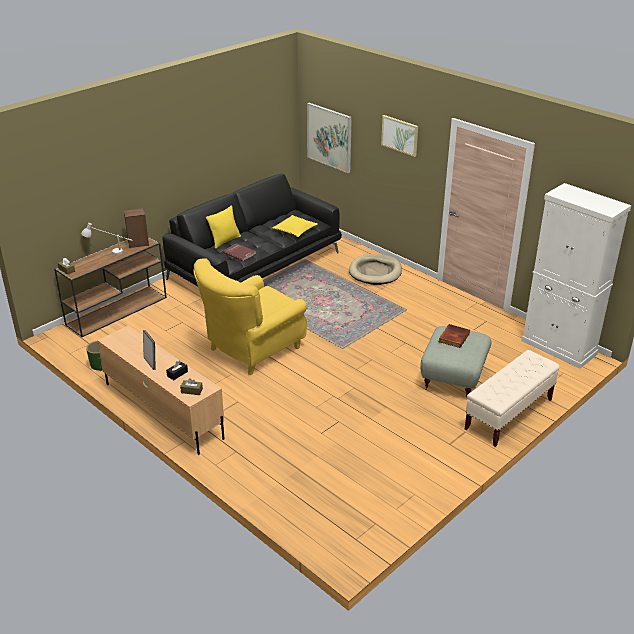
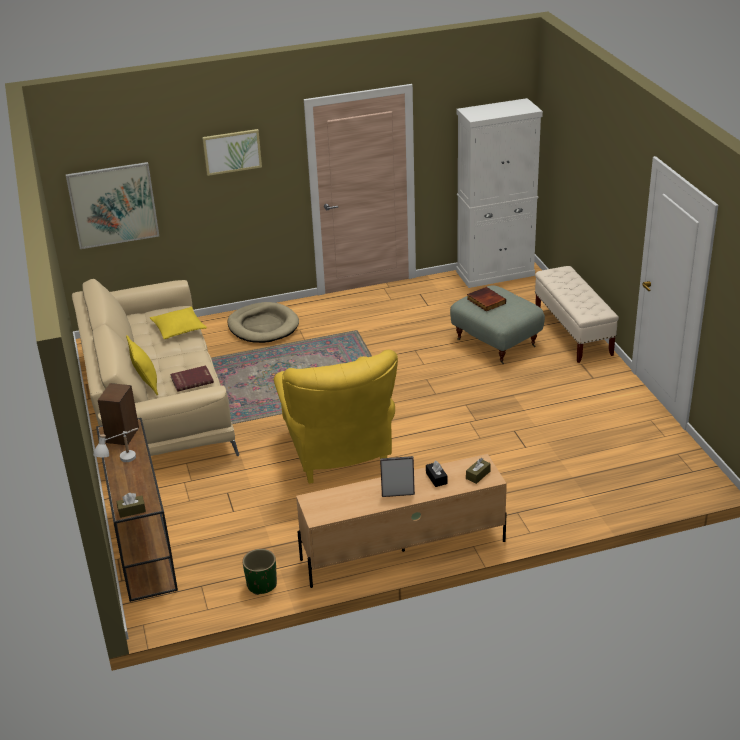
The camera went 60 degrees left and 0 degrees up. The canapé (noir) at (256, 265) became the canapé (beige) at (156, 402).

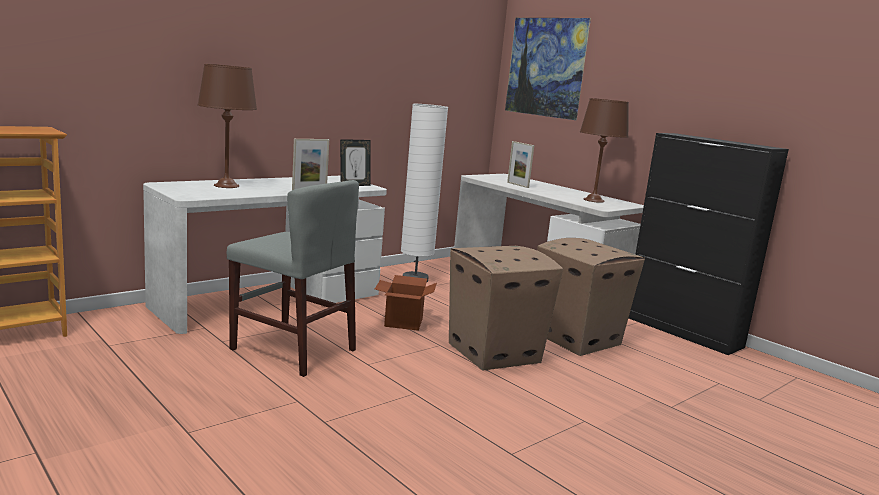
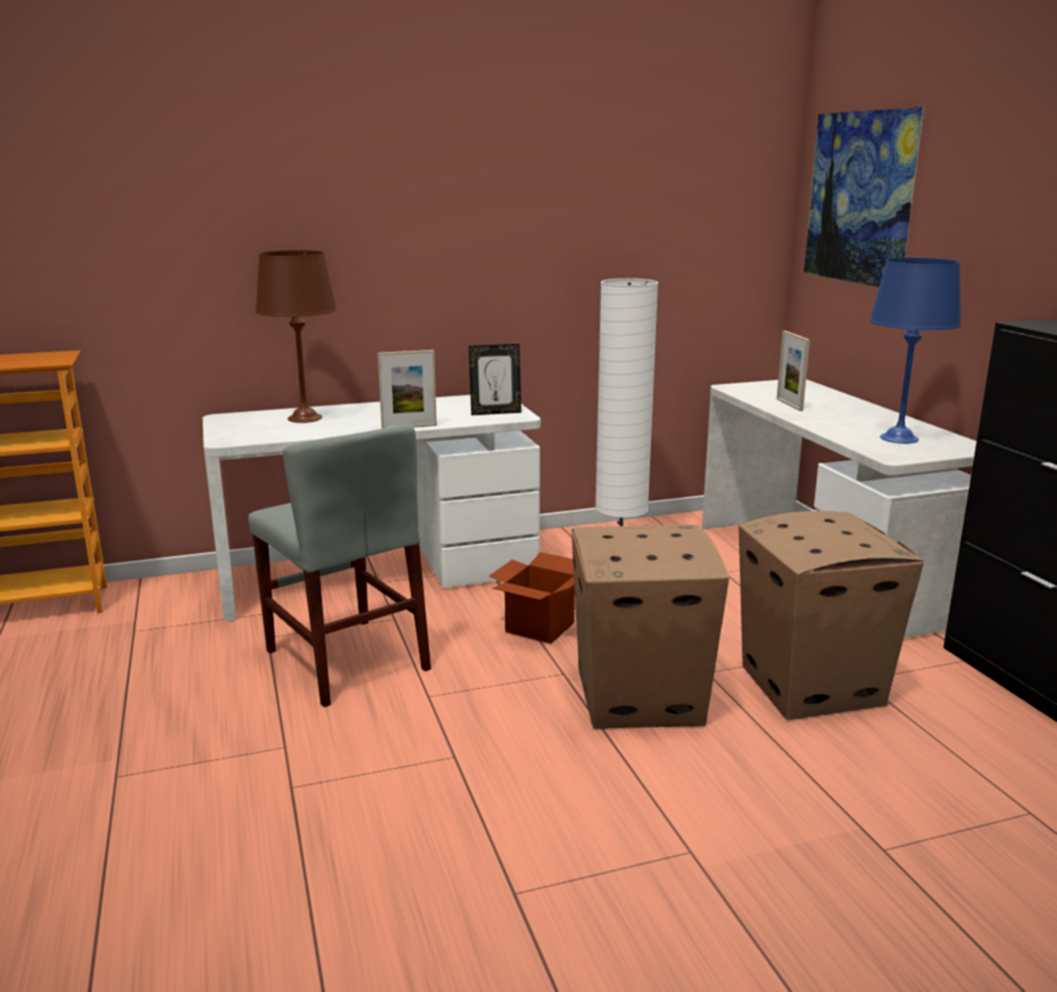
The camera went 25 degrees right and 5 degrees up. The lampe de table (marron) at (593, 200) became the lampe de table (bleu) at (899, 438).

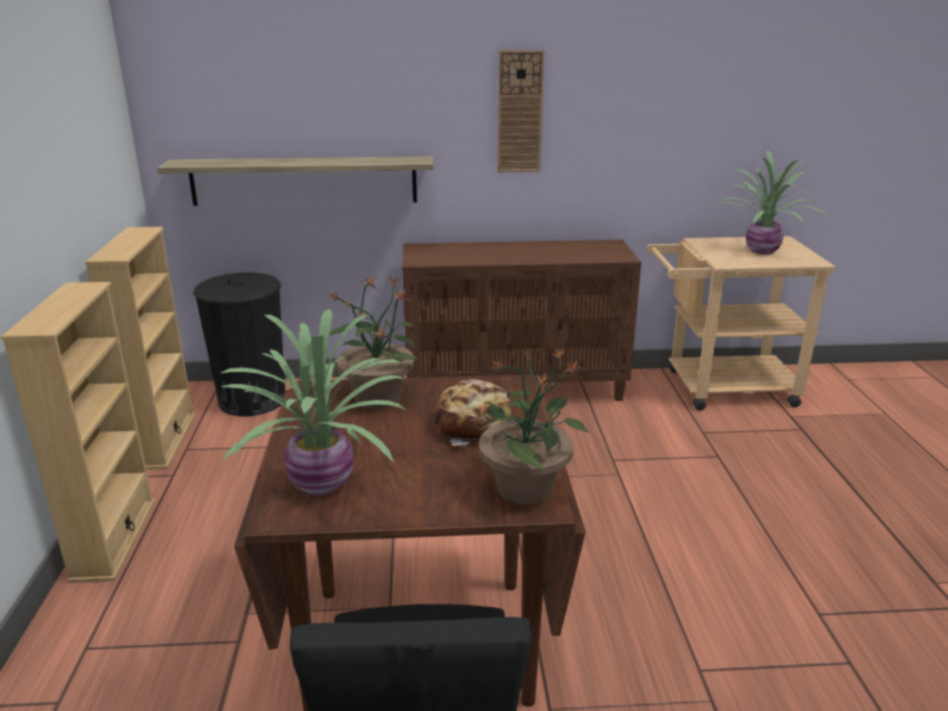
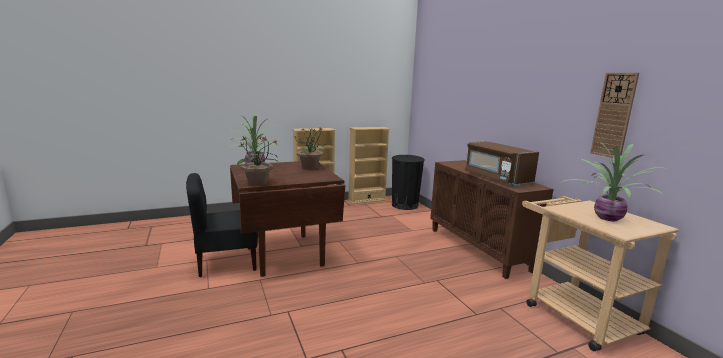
The camera went 70 degrees right and 10 degrees down. The étagère at (304, 181) disappeared. The pain at (474, 426) disappeared. The horloge murale moved from (520, 112) to (614, 115). The micro-ondes (marron) at (496, 178) appeared.

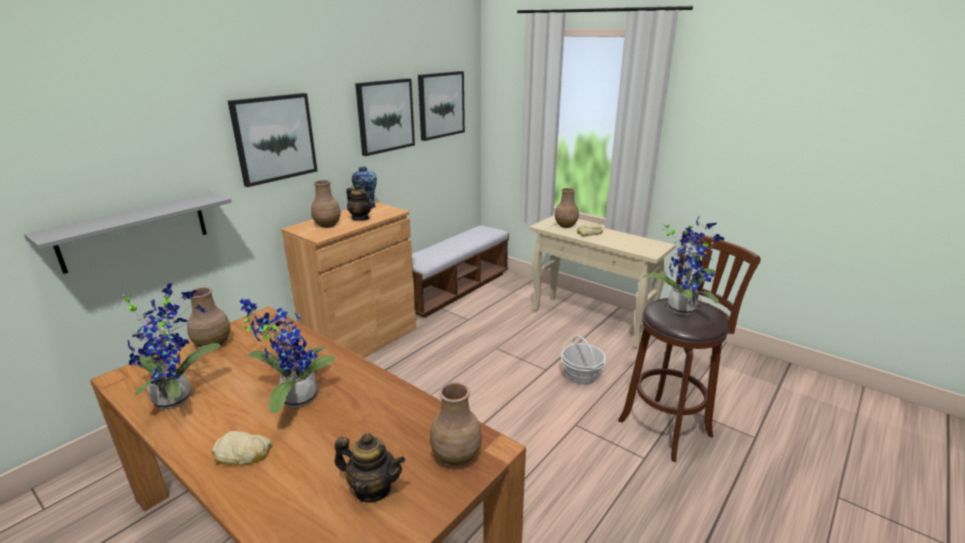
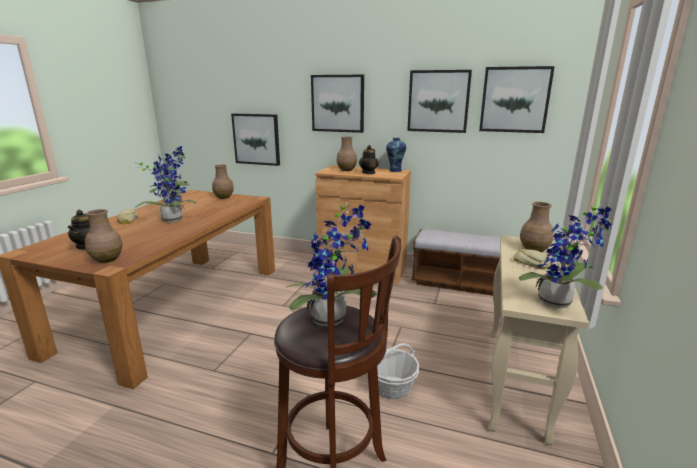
The camera went 70 degrees right and 5 degrees down. The étagère (gris) at (134, 231) was replaced by the tableau at (256, 139). The plante en pot at (558, 303) appeared.

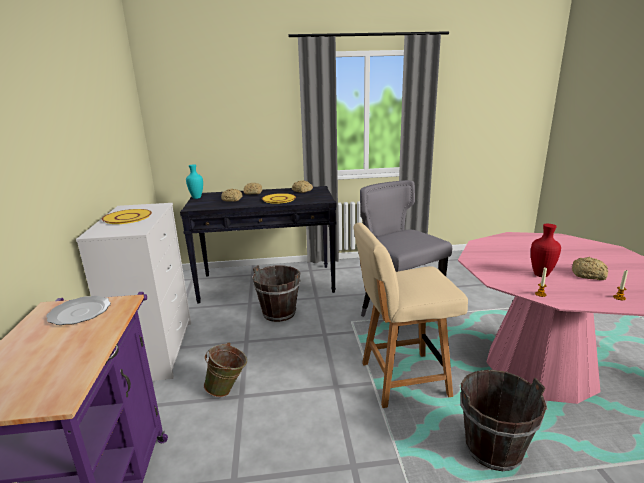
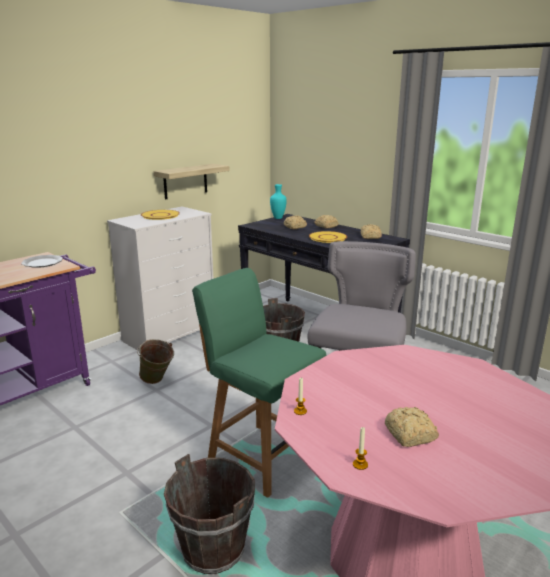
The camera went 50 degrees right and 0 degrees up. The chaise (beige) at (402, 379) became the chaise (vert) at (261, 457). The vase (rouge) at (540, 274) disappeared. The étagère at (185, 181) appeared.

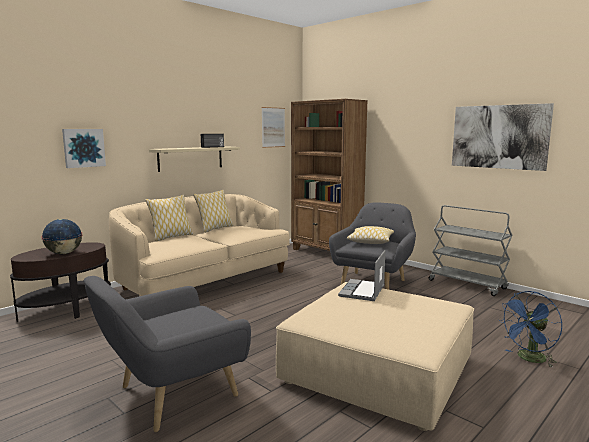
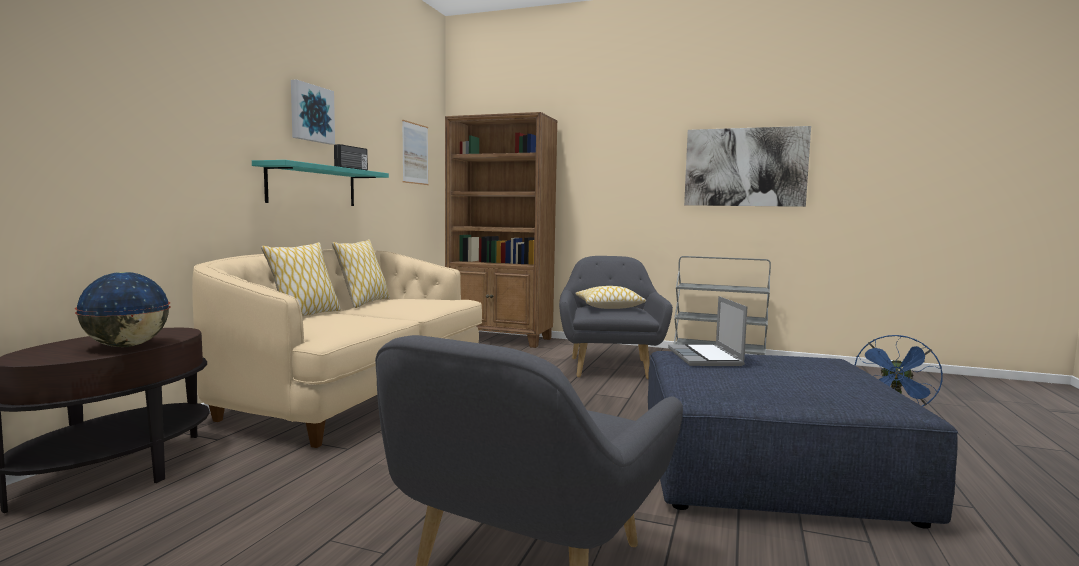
The camera went 25 degrees left and 5 degrees down. The tableau moved from (83, 148) to (311, 113). The étagère (beige) at (190, 158) became the étagère (turquoise) at (312, 186). The pouf (beige) at (377, 370) became the pouf (bleu) at (767, 467).

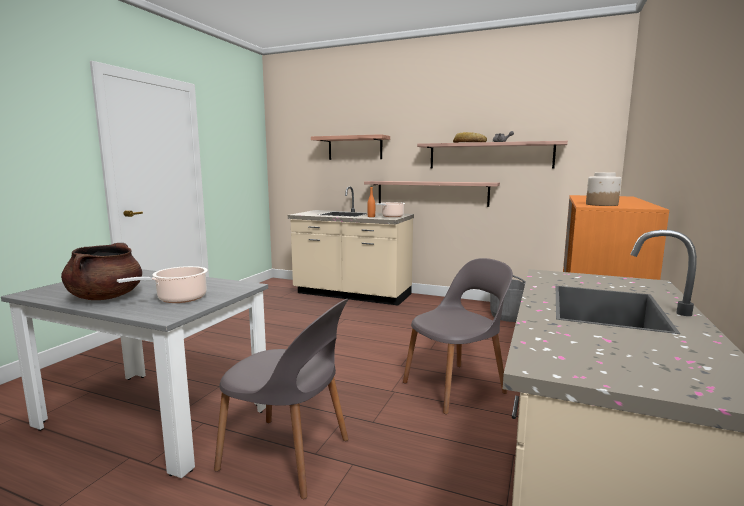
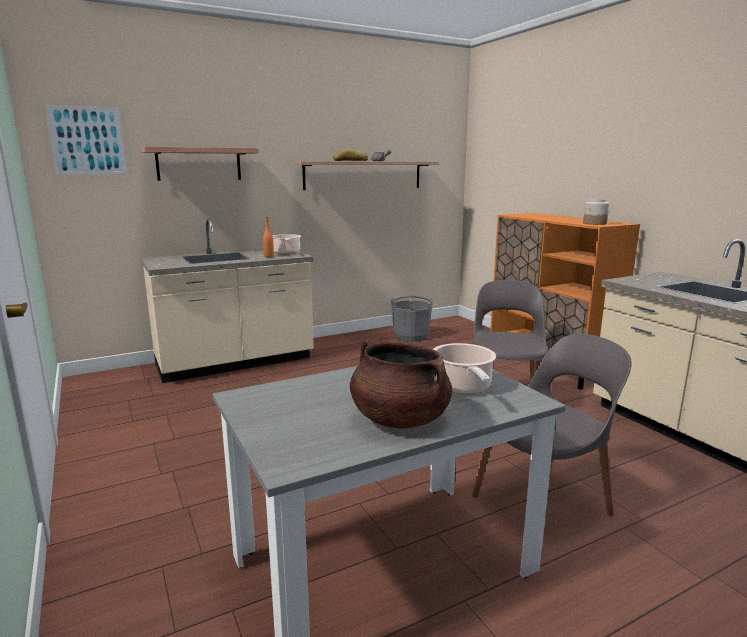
The camera went 50 degrees left and 5 degrees up. The étagère at (431, 193) disappeared. The tableau at (87, 140) appeared.

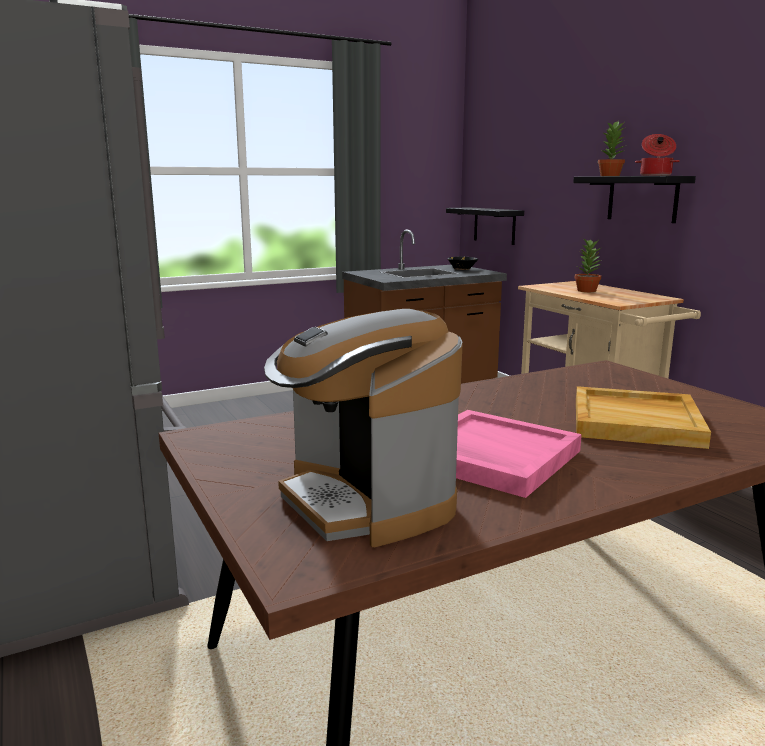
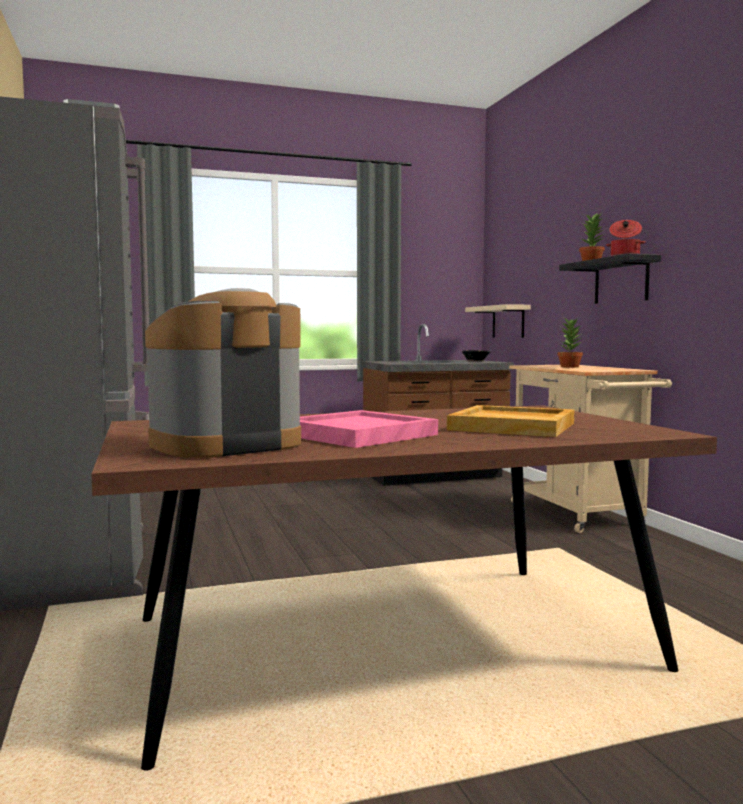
The camera went 10 degrees right and 10 degrees down. The machine à café at (365, 502) turned 75 degrees clockwise. The étagère (noir) at (494, 225) became the étagère (beige) at (508, 322).

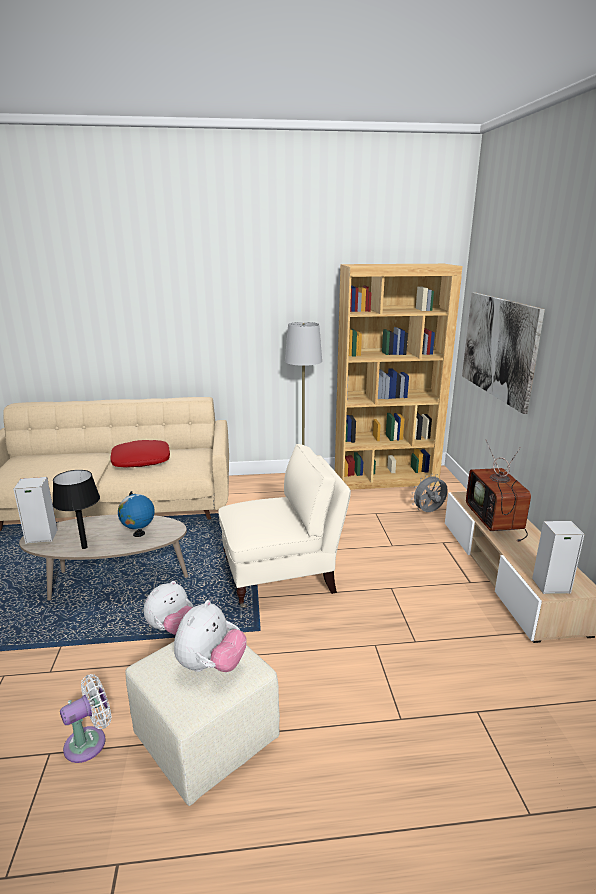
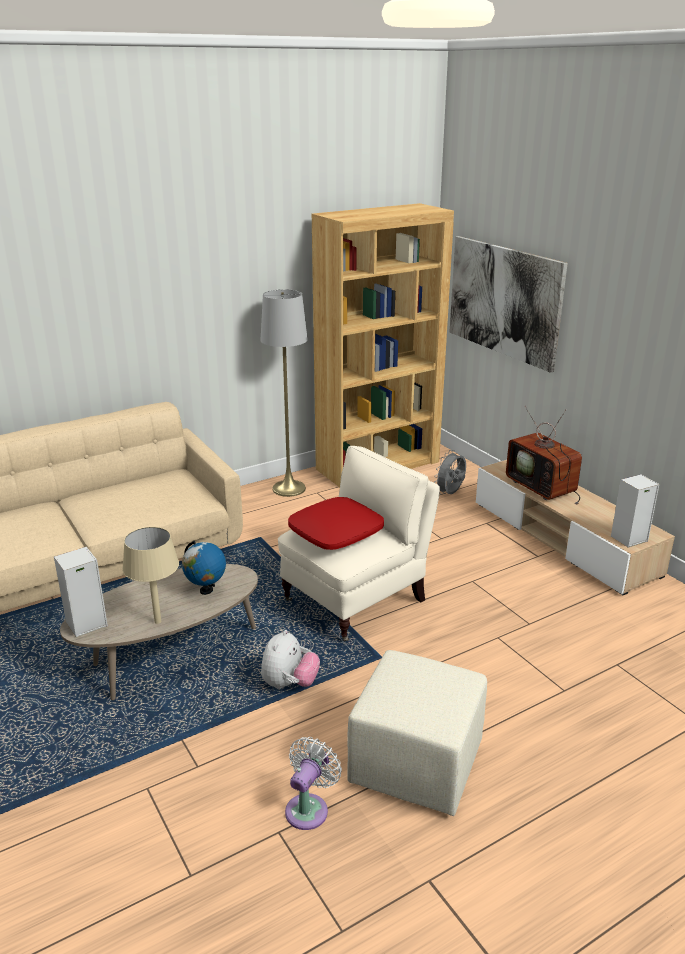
The camera went 25 degrees left and 5 degrees up. The lampe de table (noir) at (84, 547) became the lampe de table (beige) at (157, 621). The coussin (rouge) moved from (141, 461) to (335, 532). The peluche at (211, 666) disappeared.

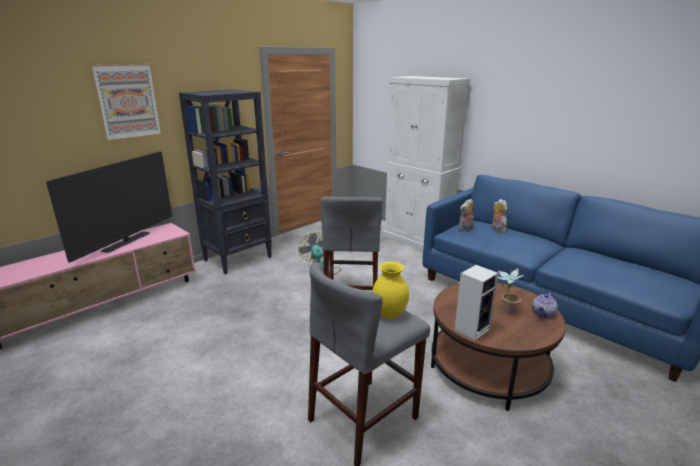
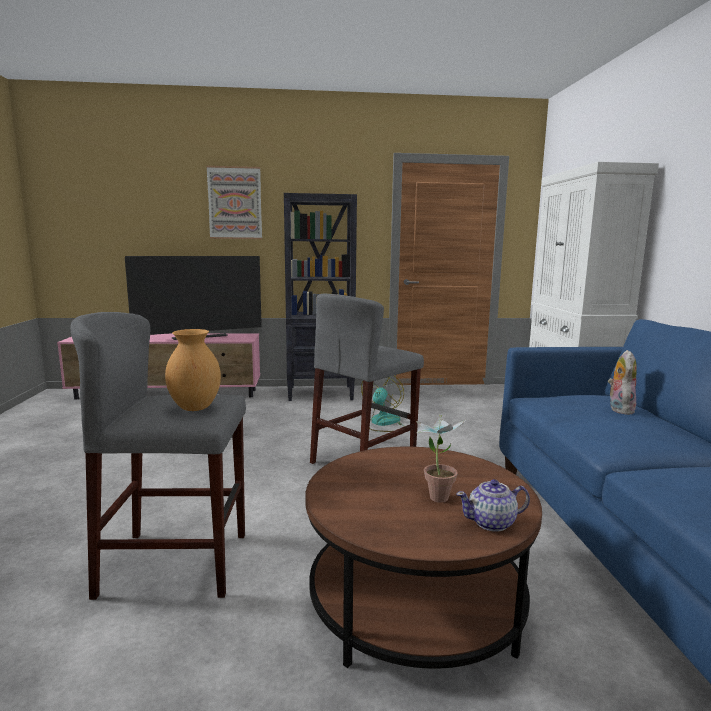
The camera went 40 degrees right and 10 degrees down. The vase (jaune) at (388, 314) became the vase (marron) at (195, 408). The enceinte at (472, 329) disappeared. The peluche at (465, 229) disappeared.

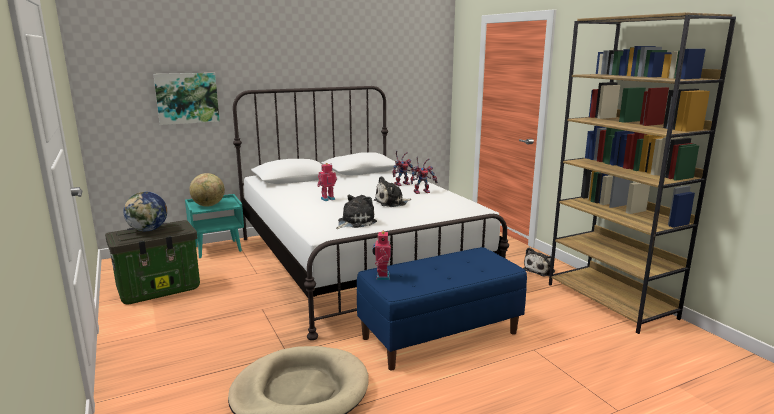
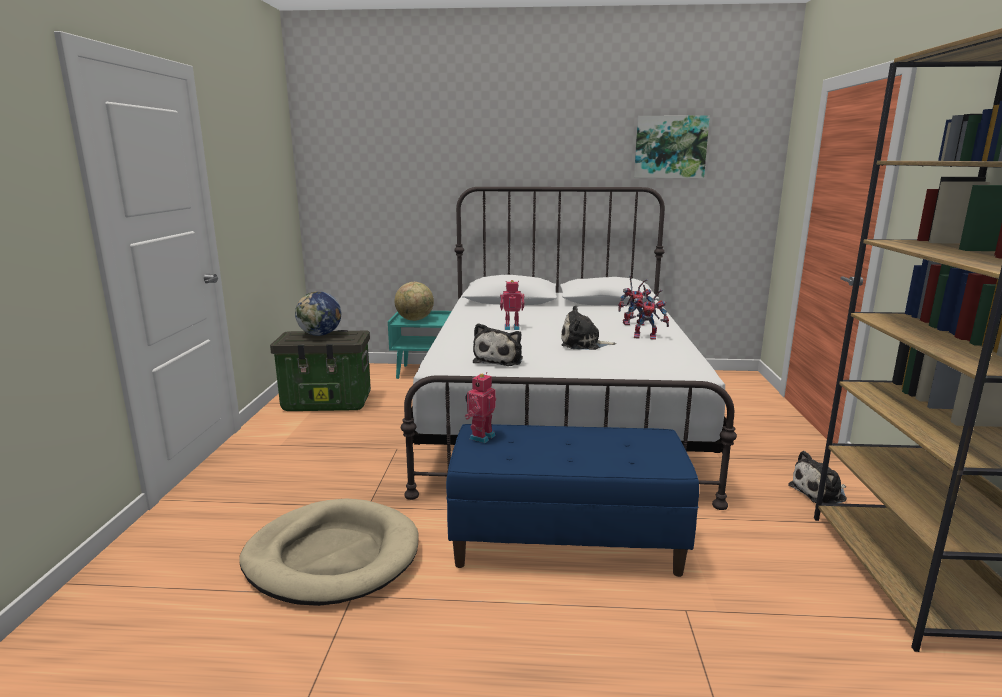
The camera went 30 degrees right and 0 degrees up. The tableau moved from (187, 98) to (670, 147). The peluche at (355, 222) turned 120 degrees clockwise.

